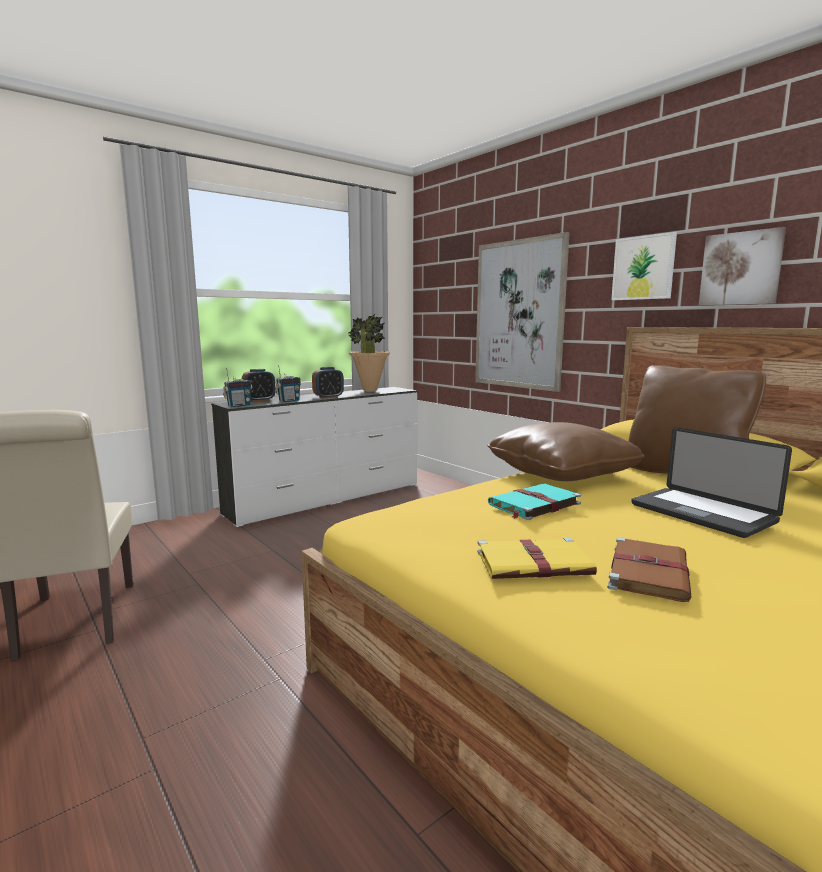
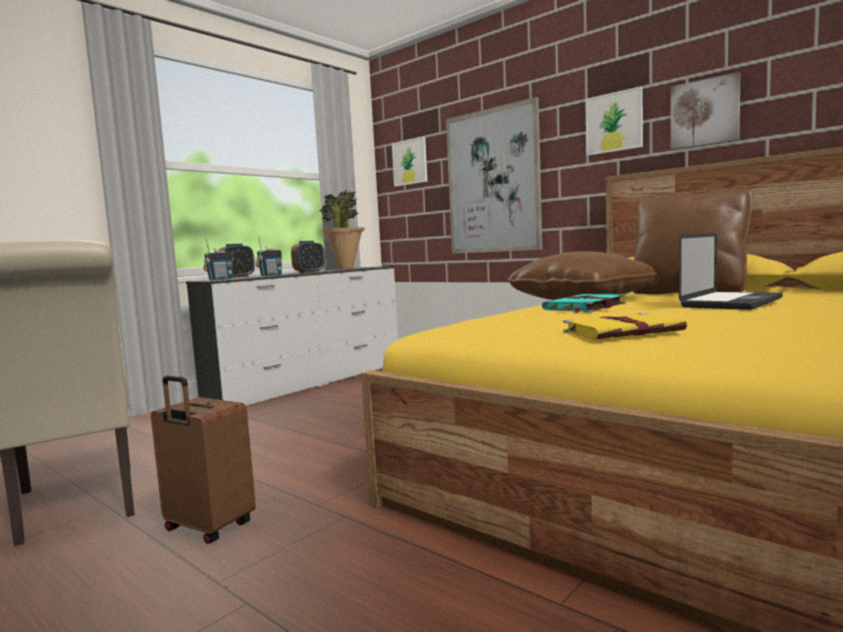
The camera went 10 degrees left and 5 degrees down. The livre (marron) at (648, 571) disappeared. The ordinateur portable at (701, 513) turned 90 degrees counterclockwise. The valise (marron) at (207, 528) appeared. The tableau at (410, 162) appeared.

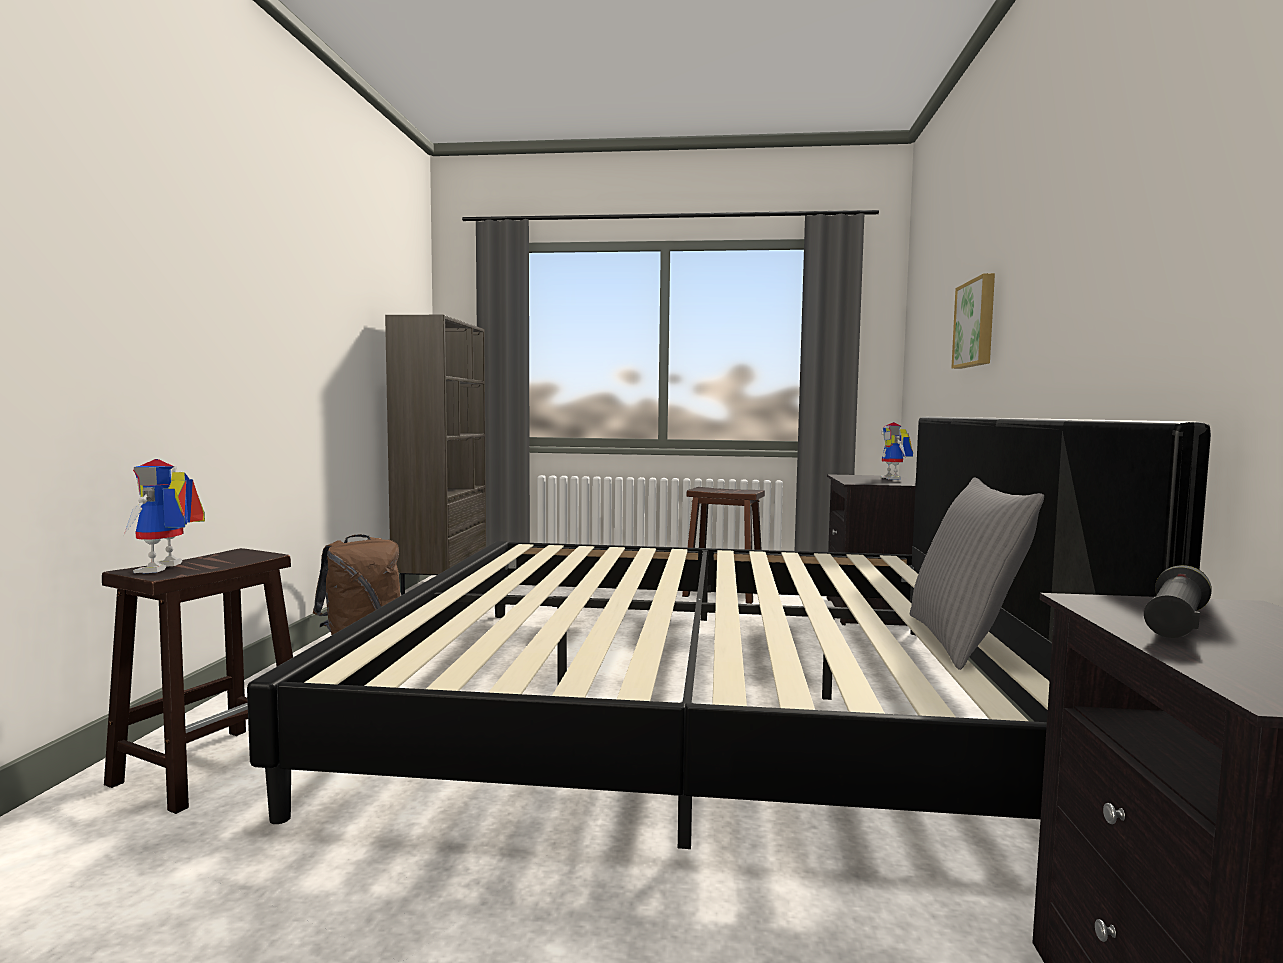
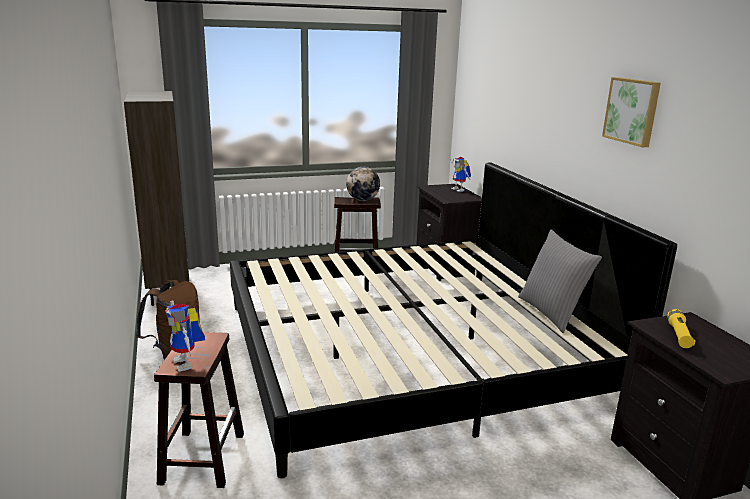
The camera went 25 degrees left and 15 degrees up. The tableau moved from (977, 323) to (632, 111). The lampe de poche (noir) at (1175, 622) became the lampe de poche (jaune) at (679, 335). The globe at (362, 200) appeared.

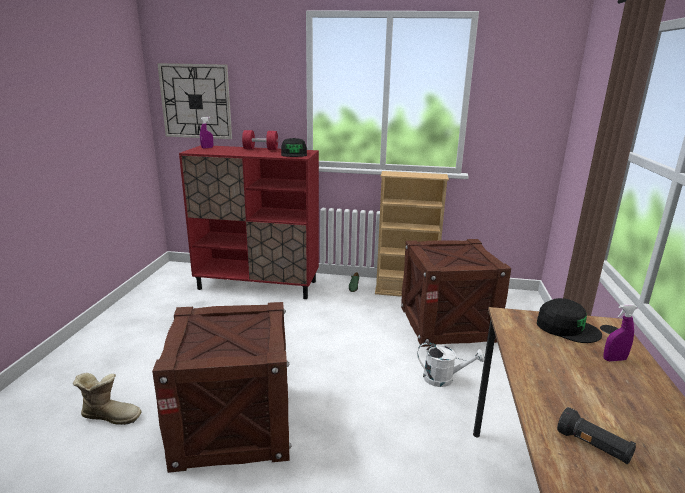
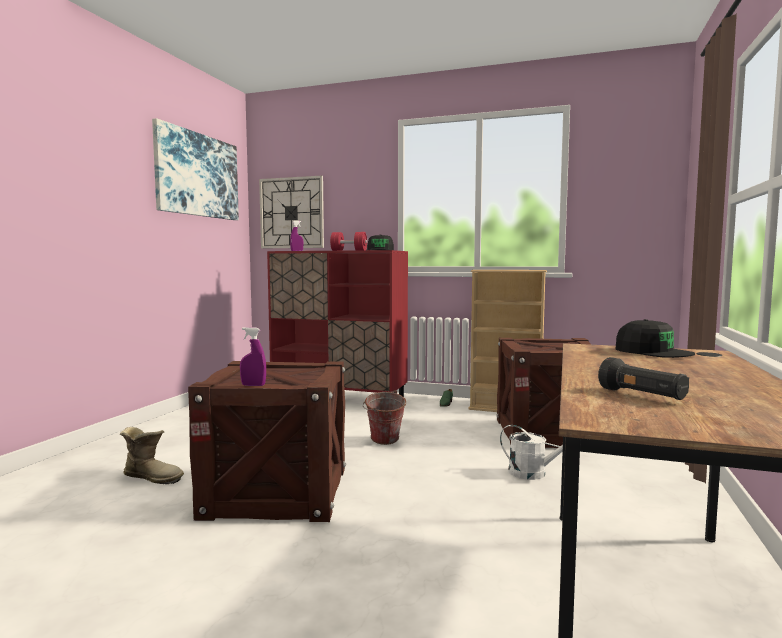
The camera went 10 degrees right and 15 degrees down. The vaporisateur (violet) moved from (614, 359) to (253, 385). The tableau at (197, 175) appeared. The seau at (384, 442) appeared.

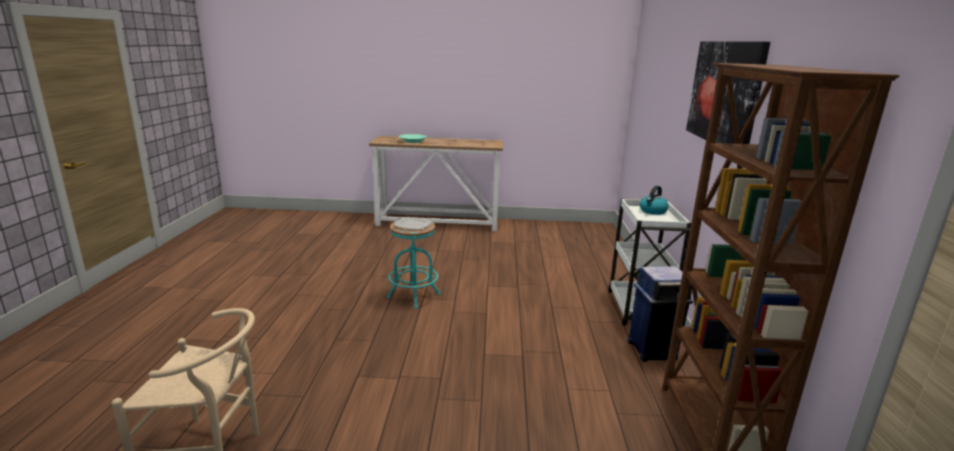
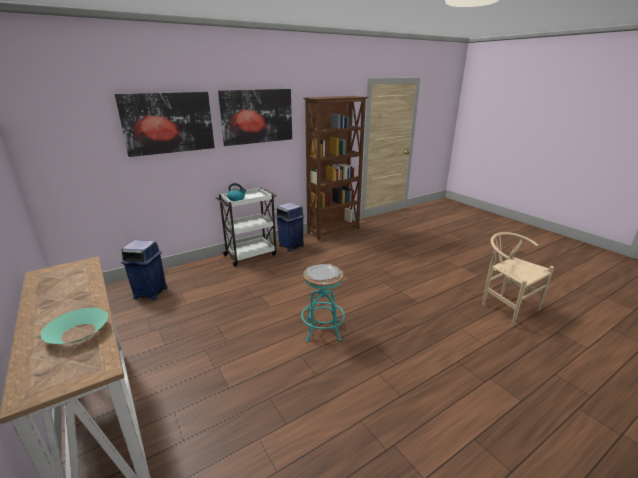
The camera went 125 degrees left and 5 degrees up. The tableau at (168, 123) appeared. The poubelle (bleu) at (150, 292) appeared.

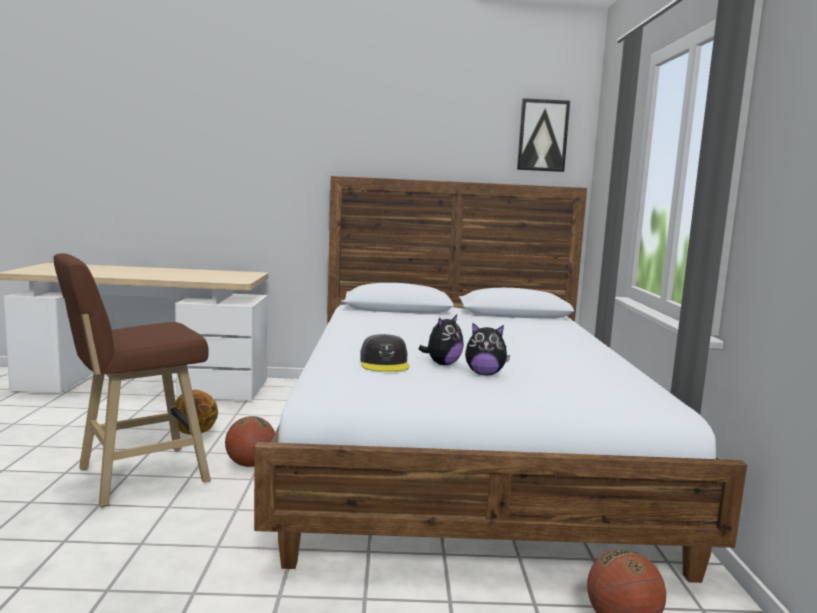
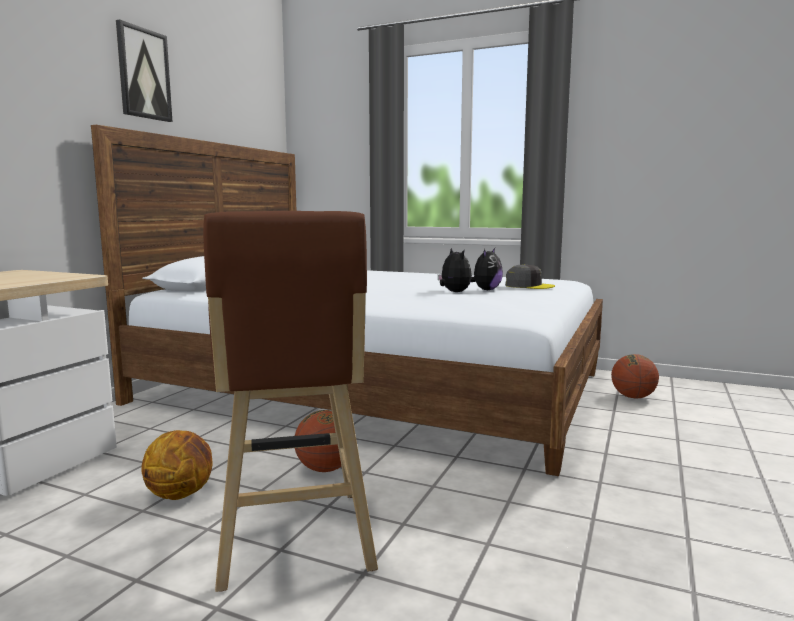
The camera went 65 degrees left and 0 degrees up. The casquette (gris) moved from (384, 363) to (528, 286). The tableau moved from (542, 135) to (143, 74).

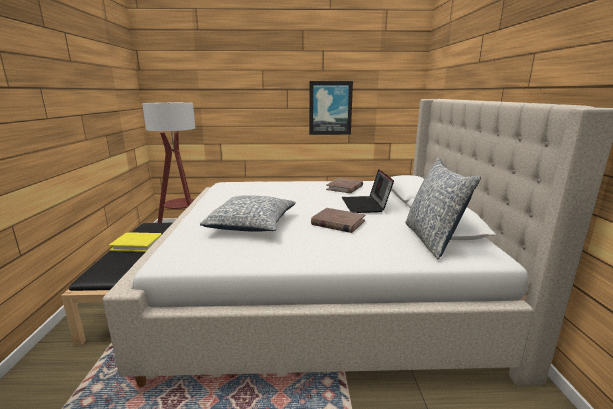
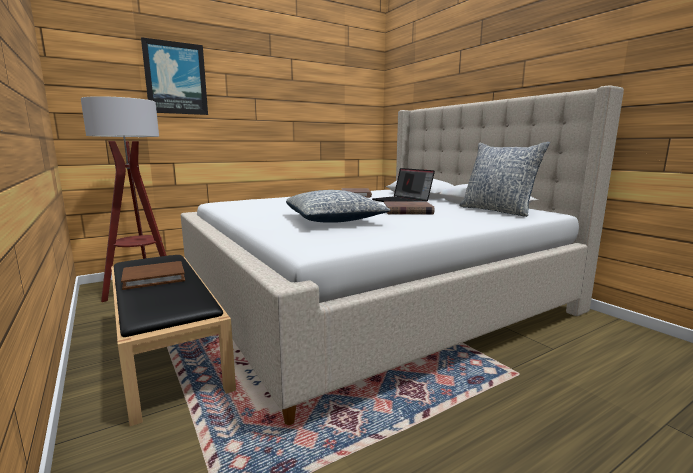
The camera went 30 degrees left and 5 degrees down. The livre (jaune) at (137, 244) became the livre (marron) at (154, 278). The tableau moved from (330, 108) to (176, 78).

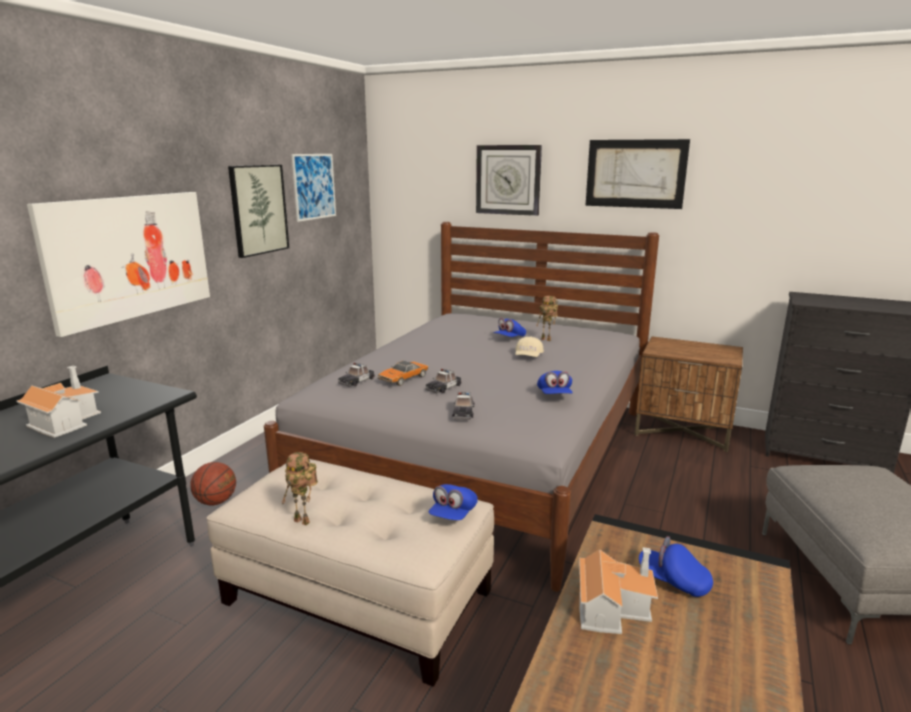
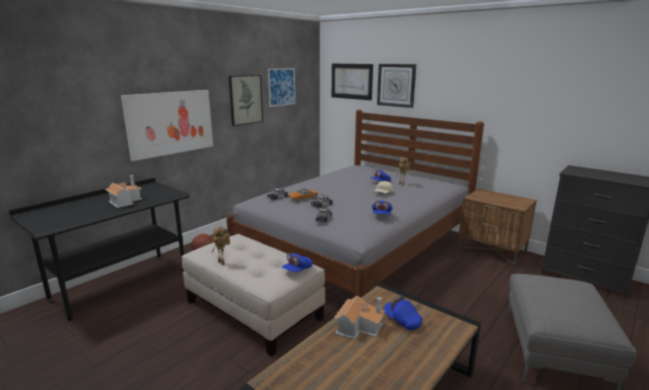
The camera went 15 degrees right and 0 degrees up. The tableau moved from (635, 174) to (351, 81).

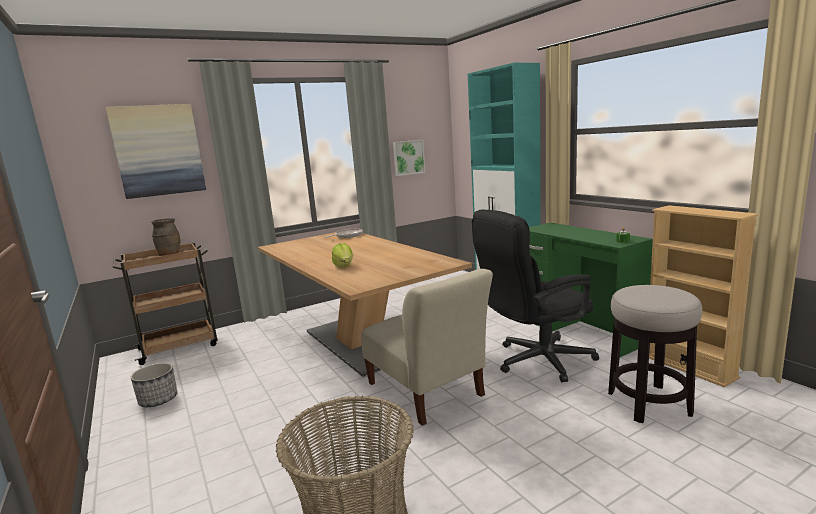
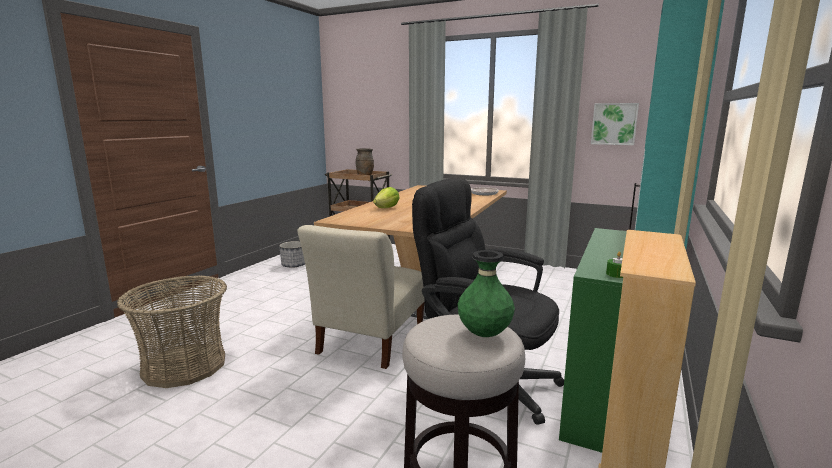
The camera went 55 degrees right and 0 degrees up. The tableau at (158, 150) disappeared. The vase (vert) at (484, 334) appeared.

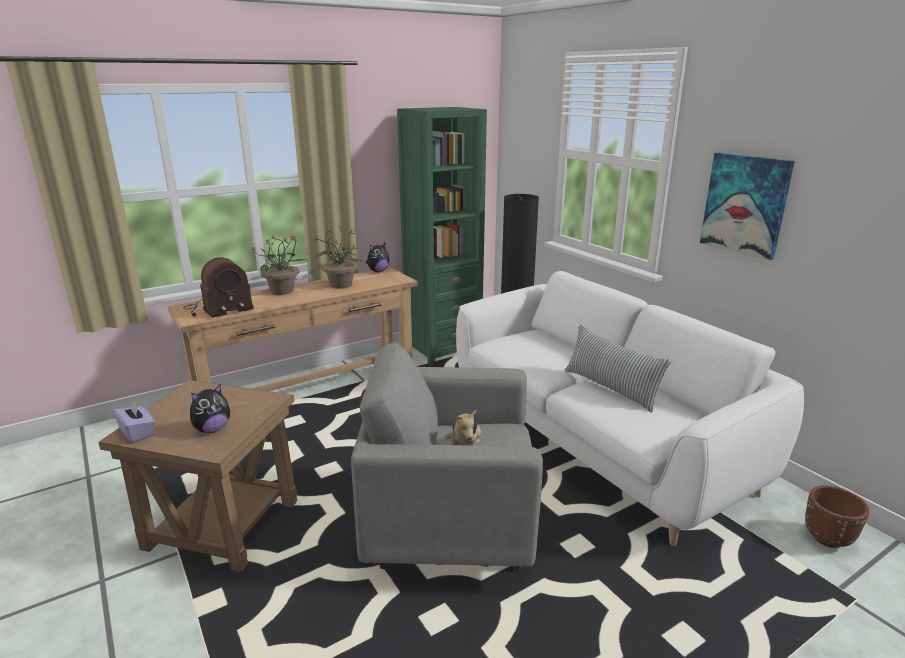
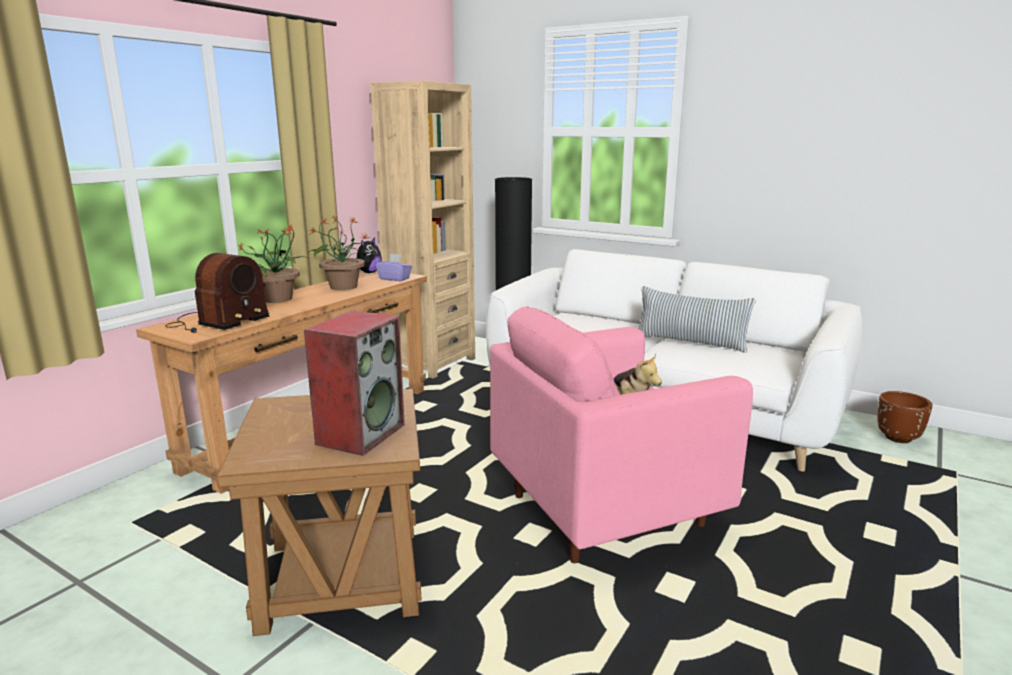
The camera went 25 degrees left and 5 degrees down. The boîte à mouchoirs (violet) moved from (137, 433) to (394, 279). The peluche at (212, 429) was replaced by the enceinte at (360, 433). The fauteuil (gris) at (449, 529) became the fauteuil (rose) at (604, 511). The bibliothèque (vert) at (443, 349) became the bibliothèque (beige) at (431, 363). The tableau at (745, 204) disappeared.

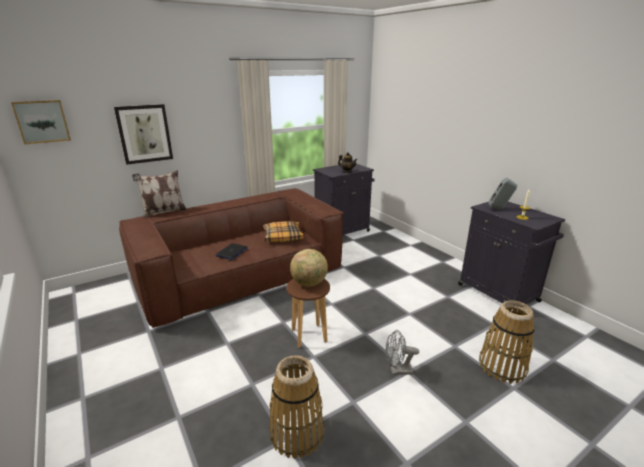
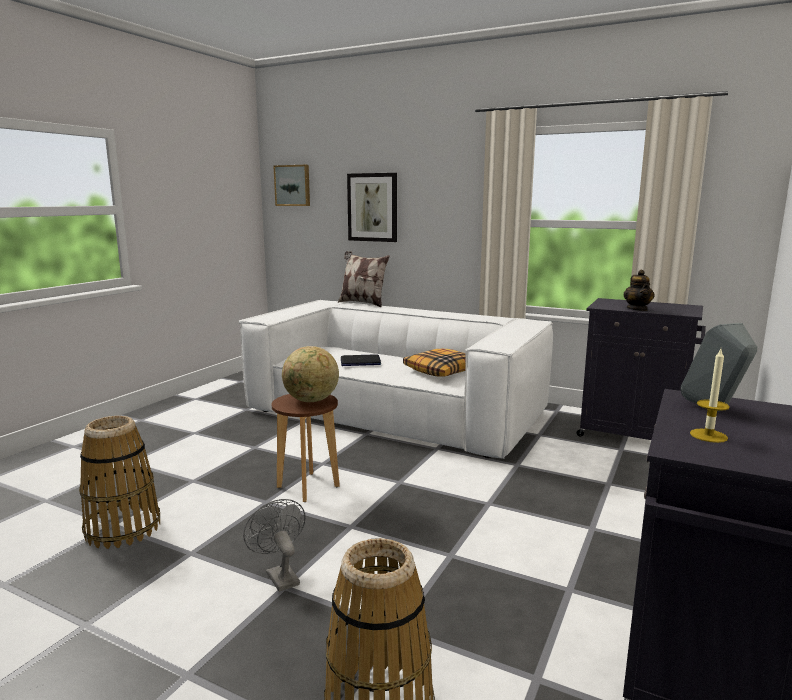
The camera went 60 degrees right and 10 degrees down. The canapé (marron) at (240, 275) became the canapé (blanc) at (395, 412).

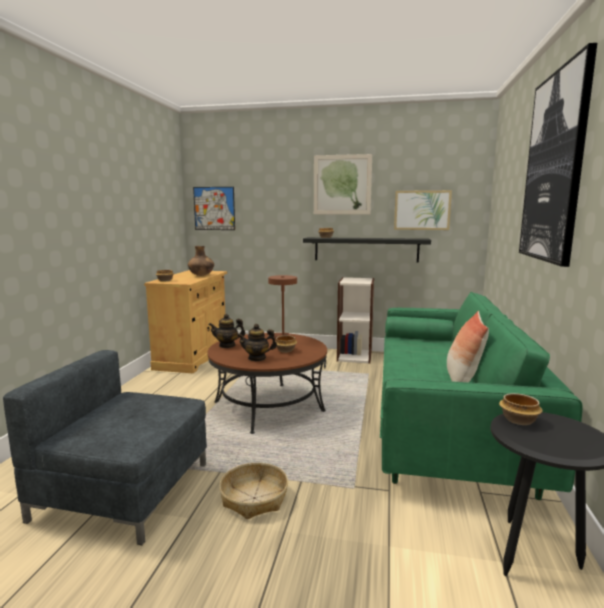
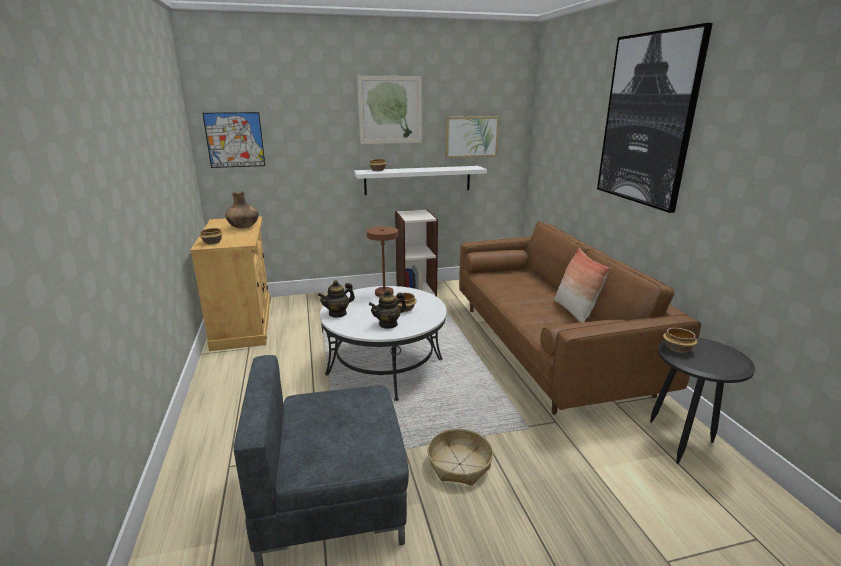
The camera went 25 degrees left and 10 degrees up. The table basse (marron) at (269, 406) became the table basse (blanc) at (385, 366). The étagère (noir) at (366, 249) became the étagère (blanc) at (418, 180). The canapé (vert) at (446, 423) became the canapé (marron) at (547, 347).

